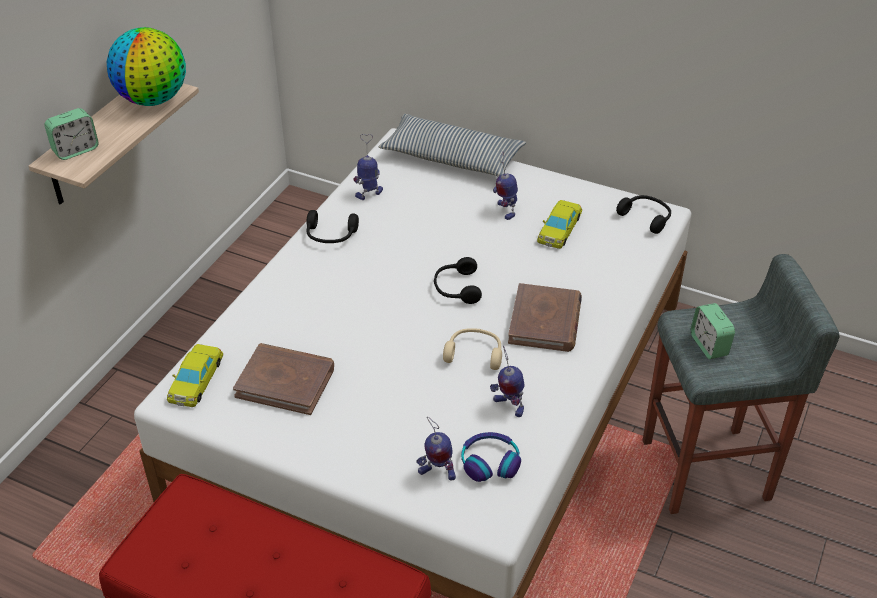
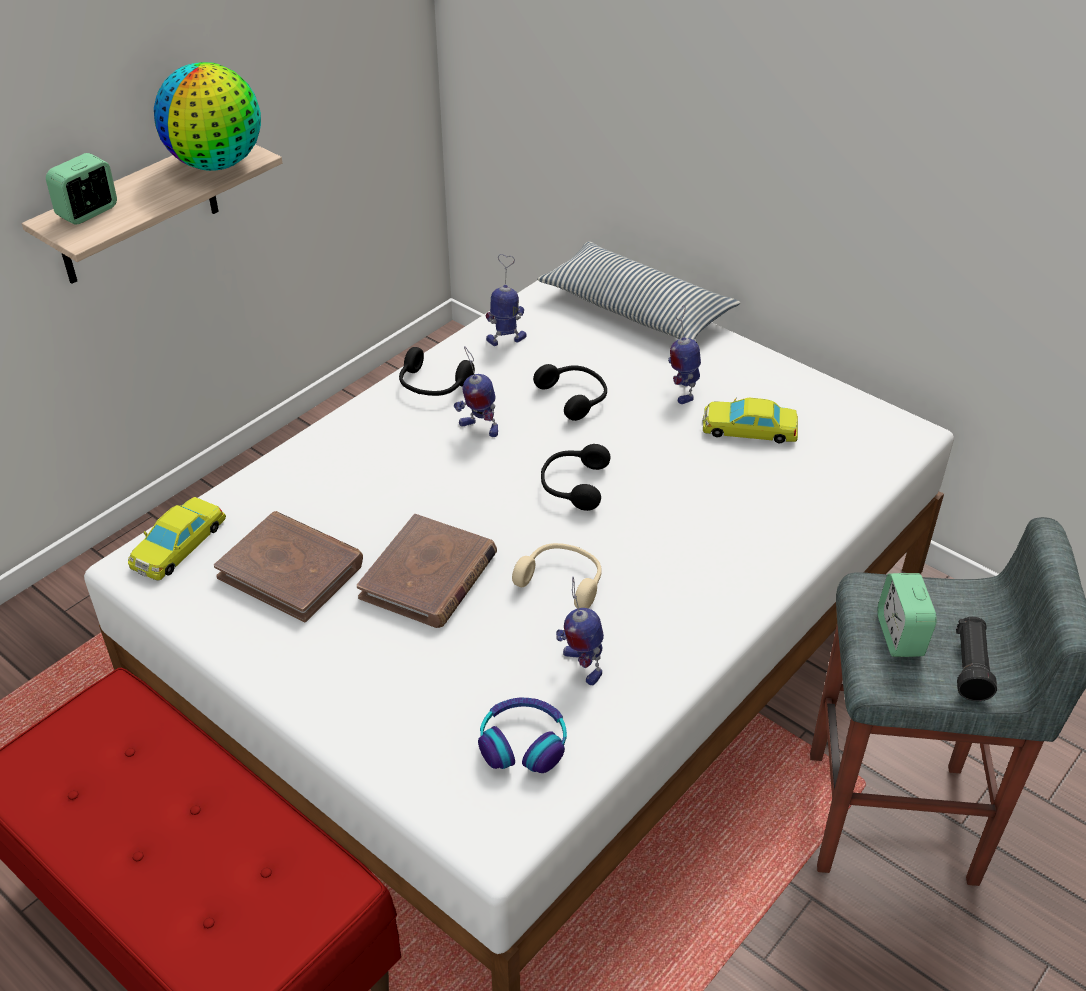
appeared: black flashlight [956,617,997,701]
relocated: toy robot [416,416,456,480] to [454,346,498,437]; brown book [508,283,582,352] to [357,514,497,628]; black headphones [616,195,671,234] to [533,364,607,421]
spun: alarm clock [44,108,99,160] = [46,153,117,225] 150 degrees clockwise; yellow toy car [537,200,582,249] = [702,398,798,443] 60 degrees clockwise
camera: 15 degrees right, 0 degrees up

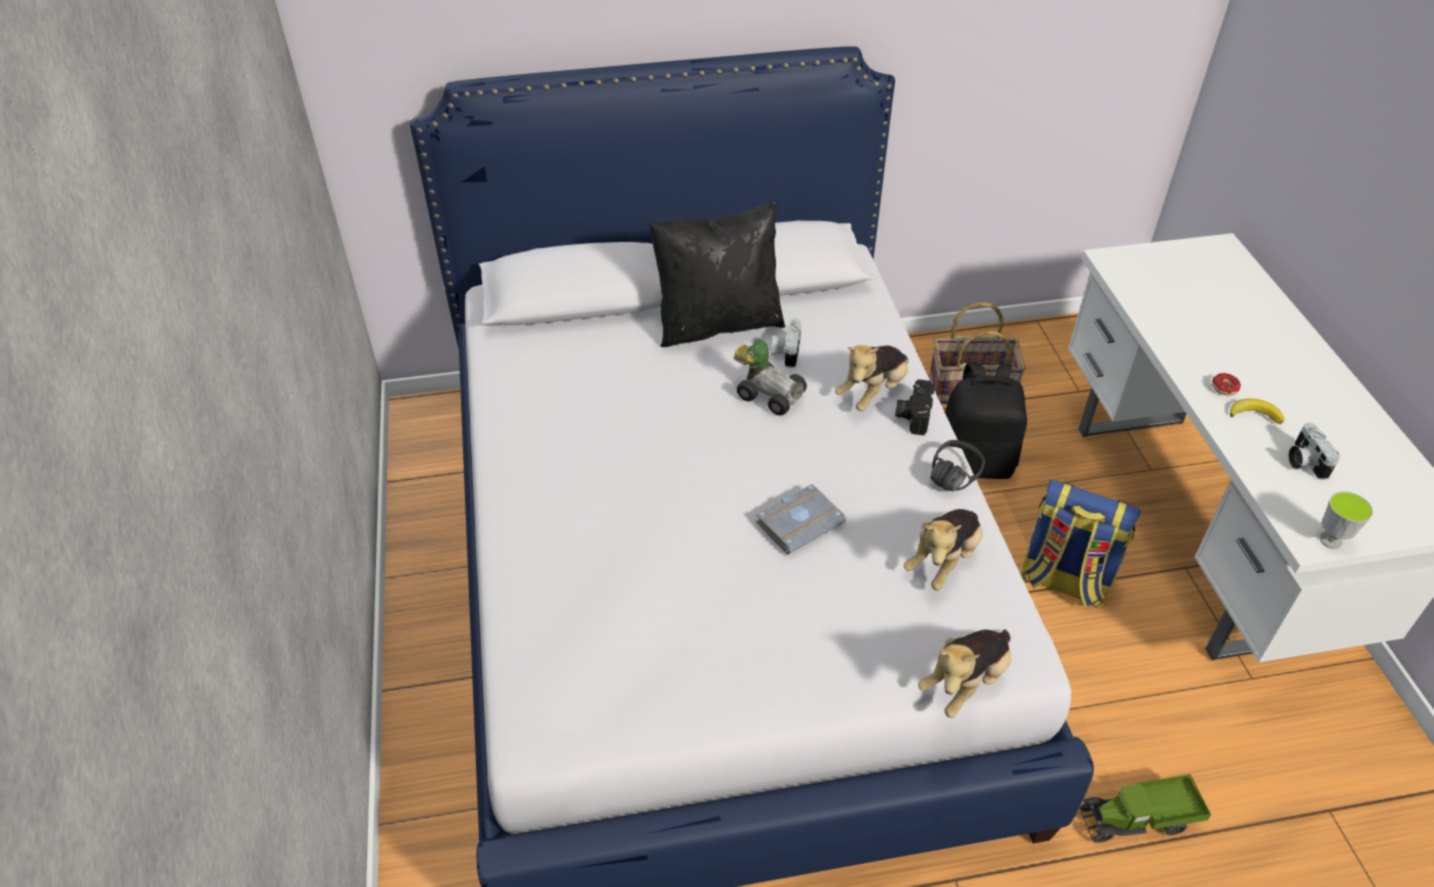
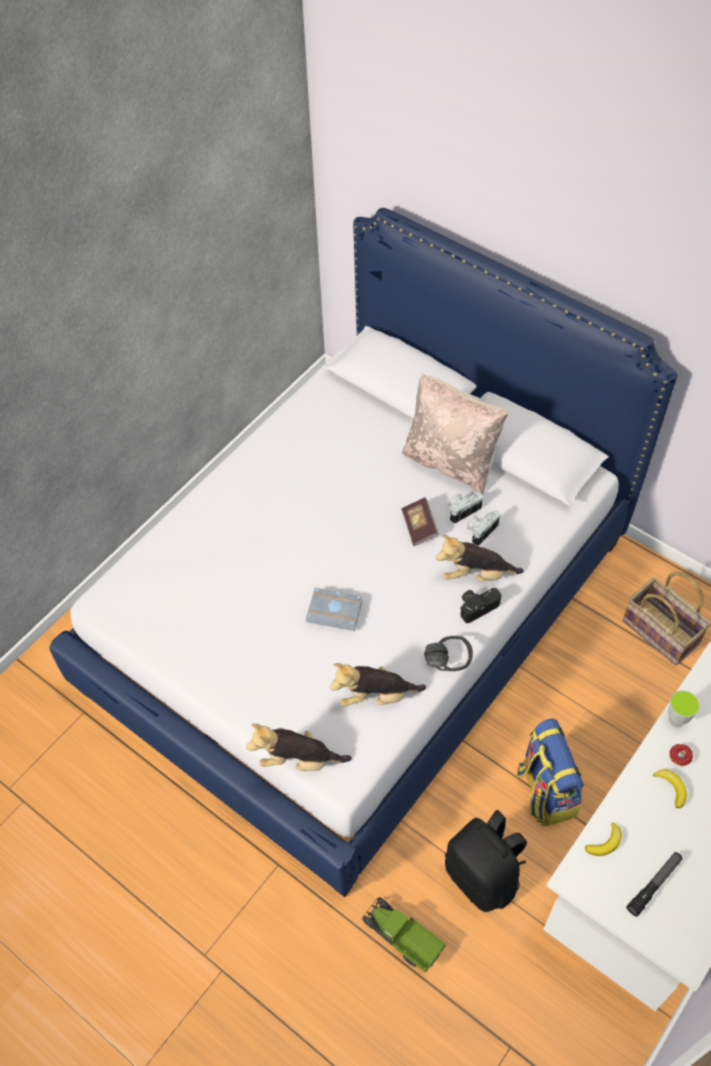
appeared: banana [585,823,622,856]; flashlight [626,852,683,917]
relocated: black backpack [945,363,1027,479] to [445,810,527,912]; photo camera [1288,422,1340,480] to [467,510,500,546]; cup [1320,491,1373,549] to [668,690,700,727]
exchanged: toy car [733,339,807,416] to book [401,497,438,546]
colour: black pillow [649,203,786,347] to beige pillow [402,373,508,495]
camera: 50 degrees right, 10 degrees up

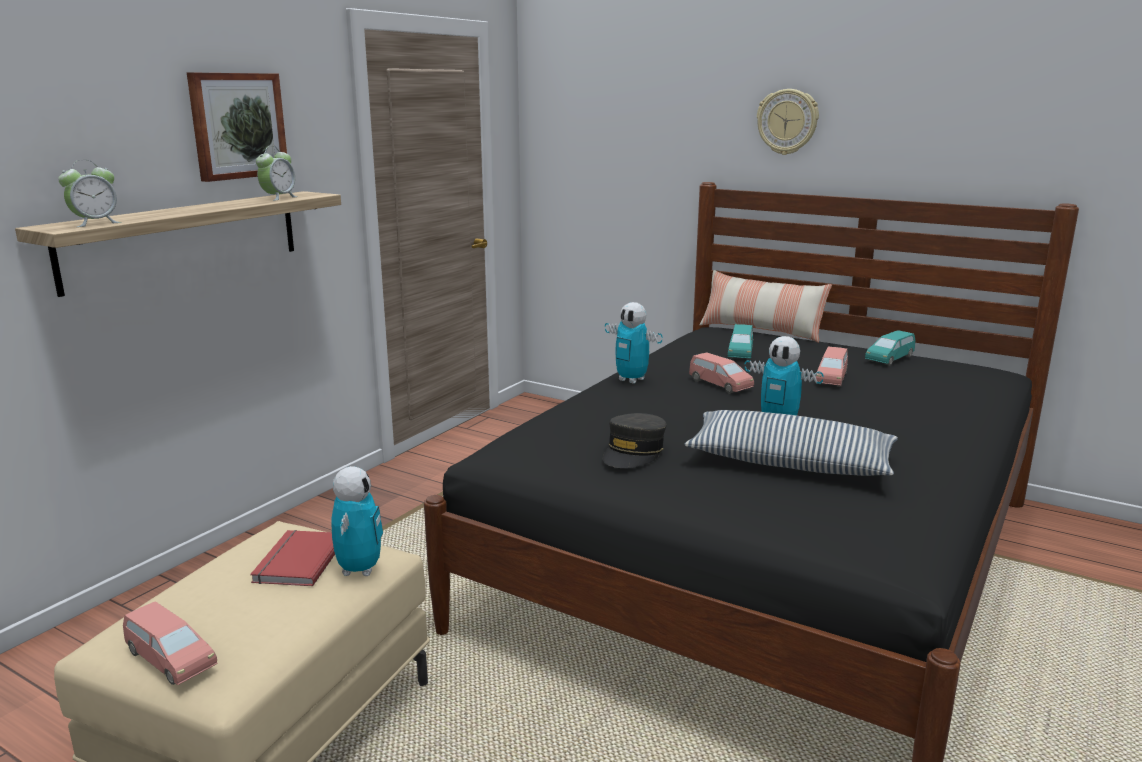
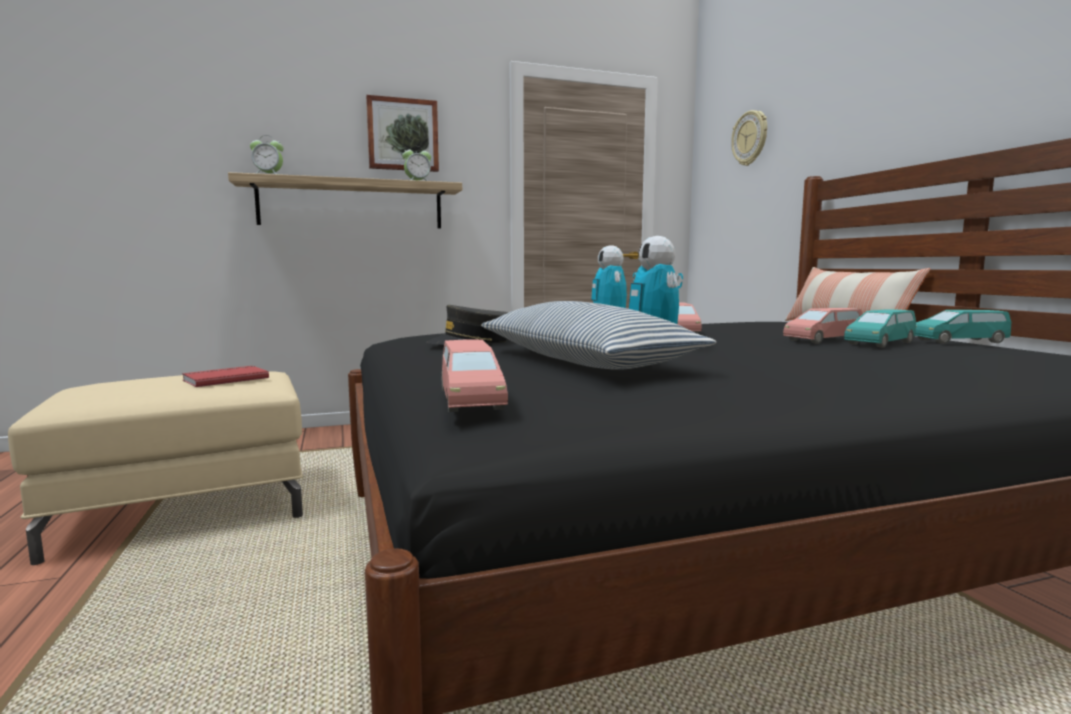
missing: toy robot [331,466,383,576]
relocated: pink toy car [123,601,218,685] to [442,340,508,412]; turquoise toy car [728,324,753,360] to [844,309,916,348]; wall clock [757,89,819,155] to [731,110,767,166]
camera: 40 degrees right, 10 degrees down

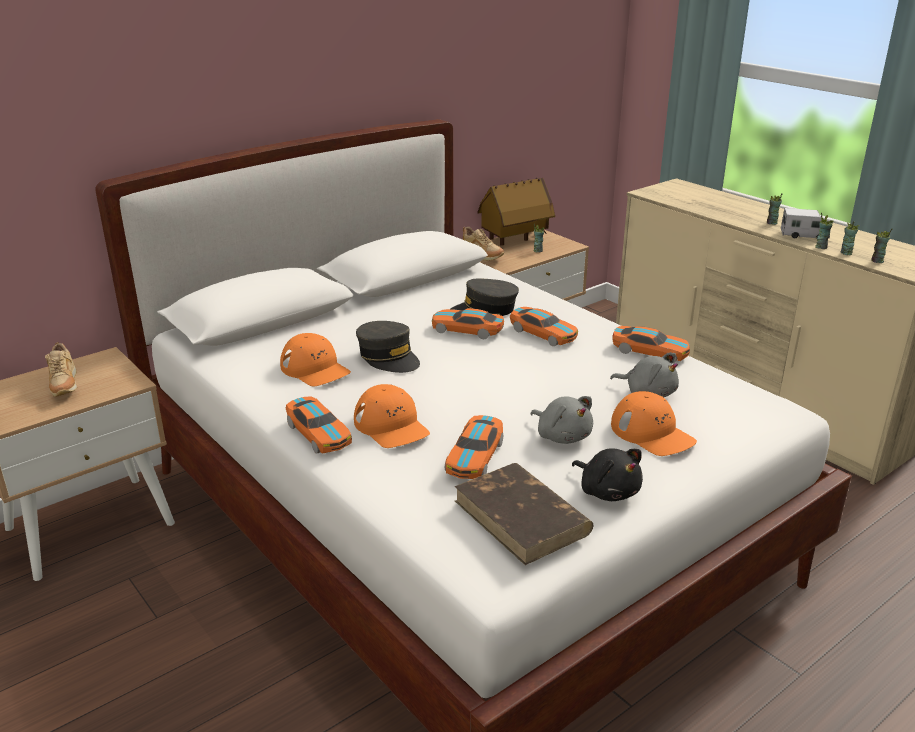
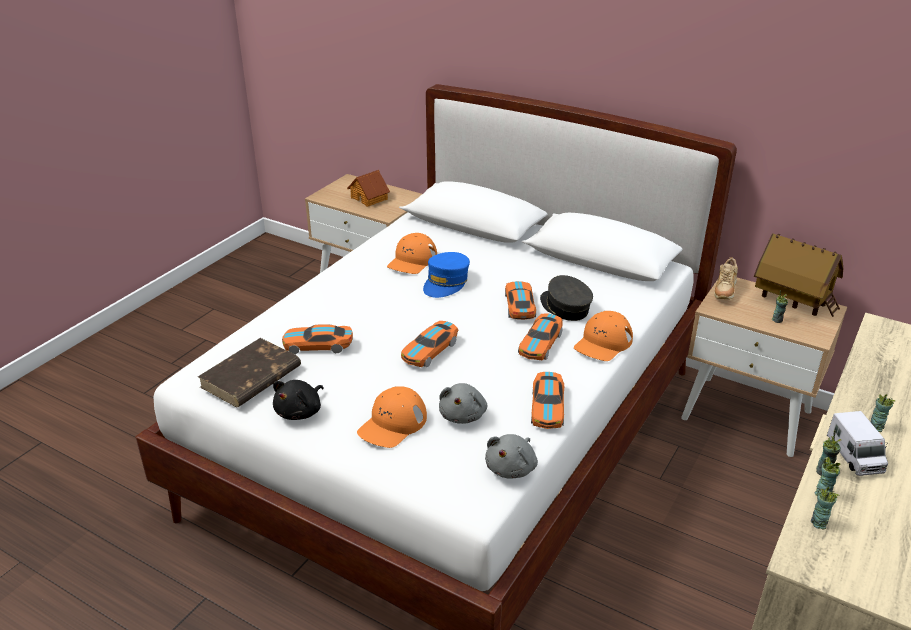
relocated: toy car [286,396,352,454] to [401,321,458,367]; orange cap [354,384,430,448] to [574,311,633,361]; grey plush toy [530,396,593,444] to [485,434,538,479]
exchanged: beige shoe [45,342,77,397] to toy house [347,170,390,207]
colour: grey cap [356,321,420,373] to blue cap [423,252,470,298]
camera: 70 degrees right, 5 degrees up

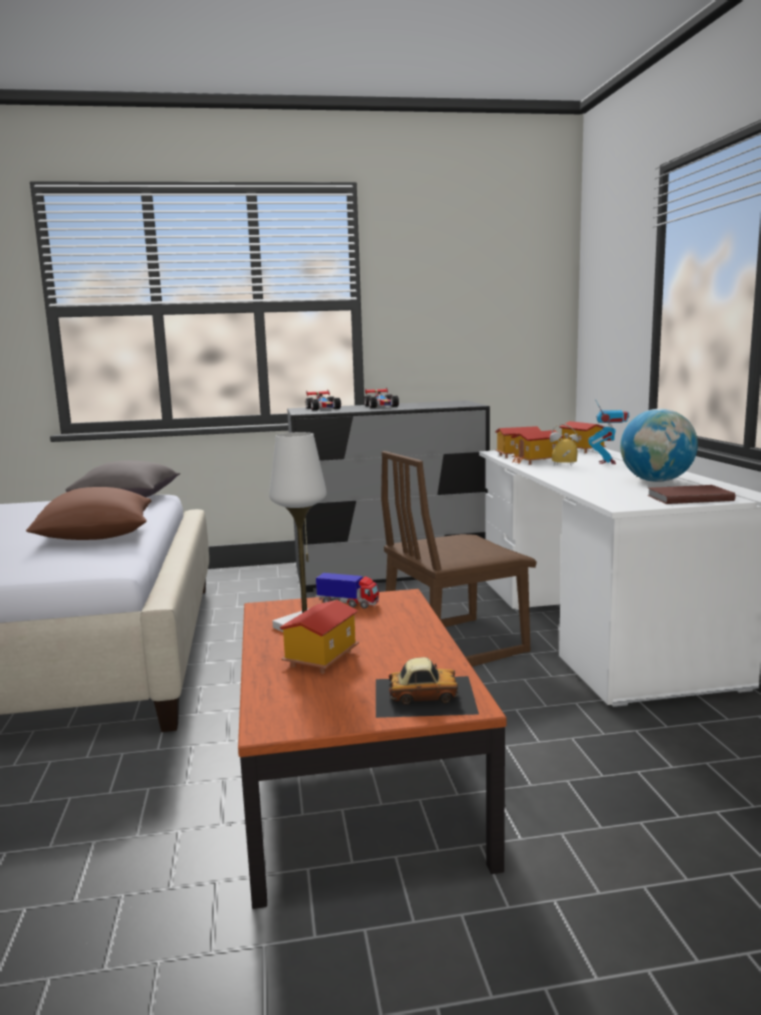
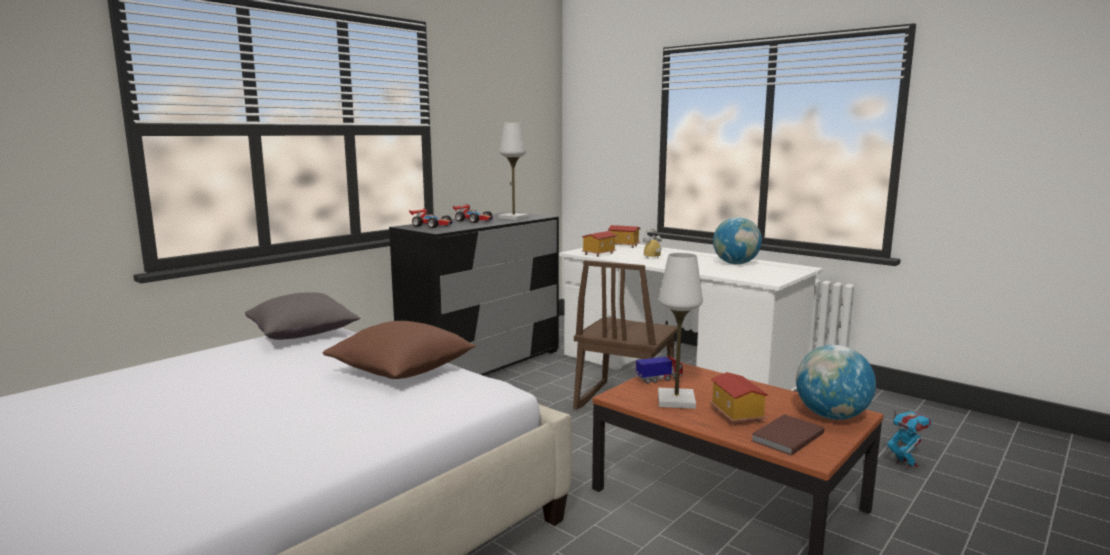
missing: toy house [511,430,563,465]
appeared: white table lamp [498,123,529,220]
relocated: toy robot [588,399,629,464] to [887,404,932,469]; brown book [647,485,735,504] to [751,414,824,456]
exchanged: toy car [376,657,479,718] to globe [796,345,876,420]
camera: 40 degrees left, 0 degrees up

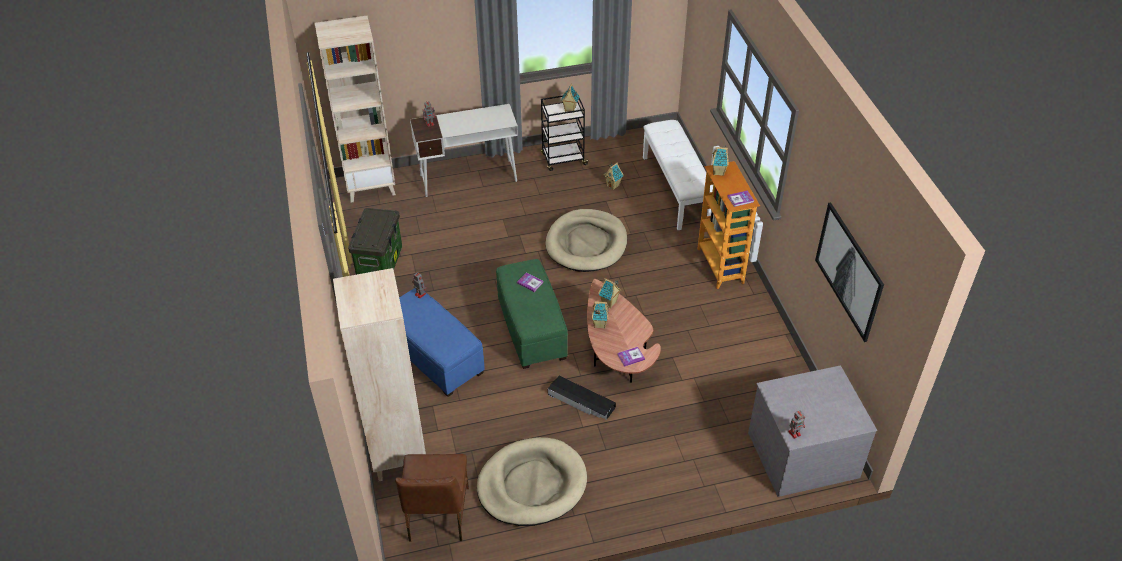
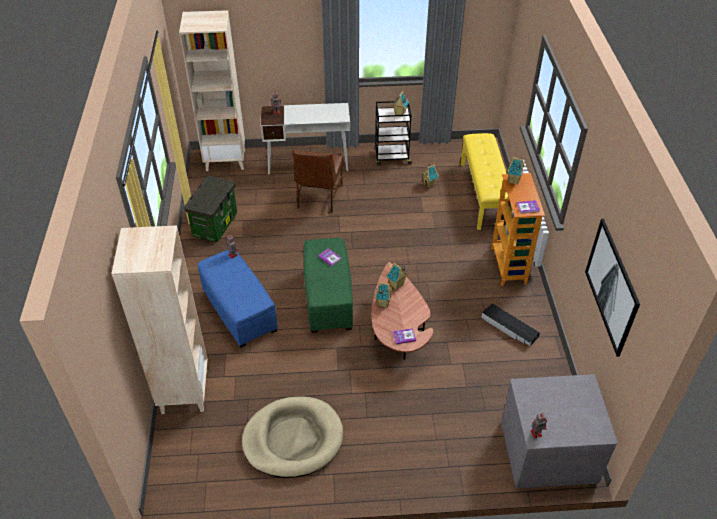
missing: beige dog bed [546,209,627,272]
relocated: brown chair [395,454,469,542] to [293,150,343,213]; black storage box [548,376,616,420] to [481,303,540,346]
colour: white bench [643,120,713,230] to yellow bench [461,133,508,230]
camera: 10 degrees right, 0 degrees up

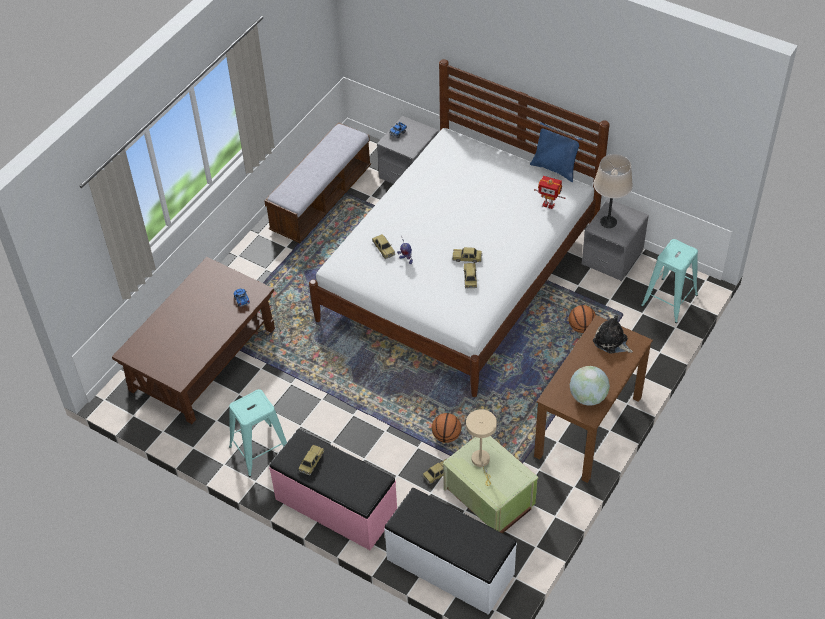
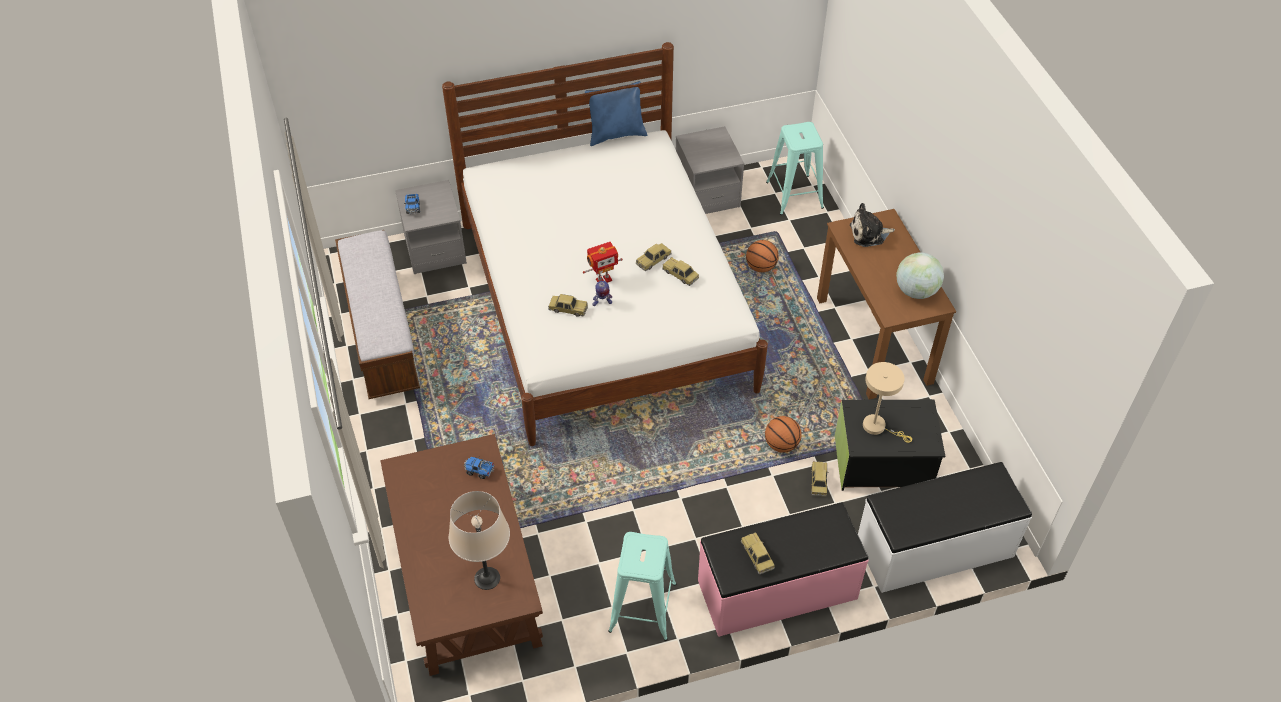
relocated: toy robot [534,176,566,209] to [583,242,623,283]; beige table lamp [594,154,633,228] to [449,491,510,590]
colour: green storage box [443,436,539,533] to black storage box [835,399,945,491]
camera: 50 degrees left, 0 degrees up

